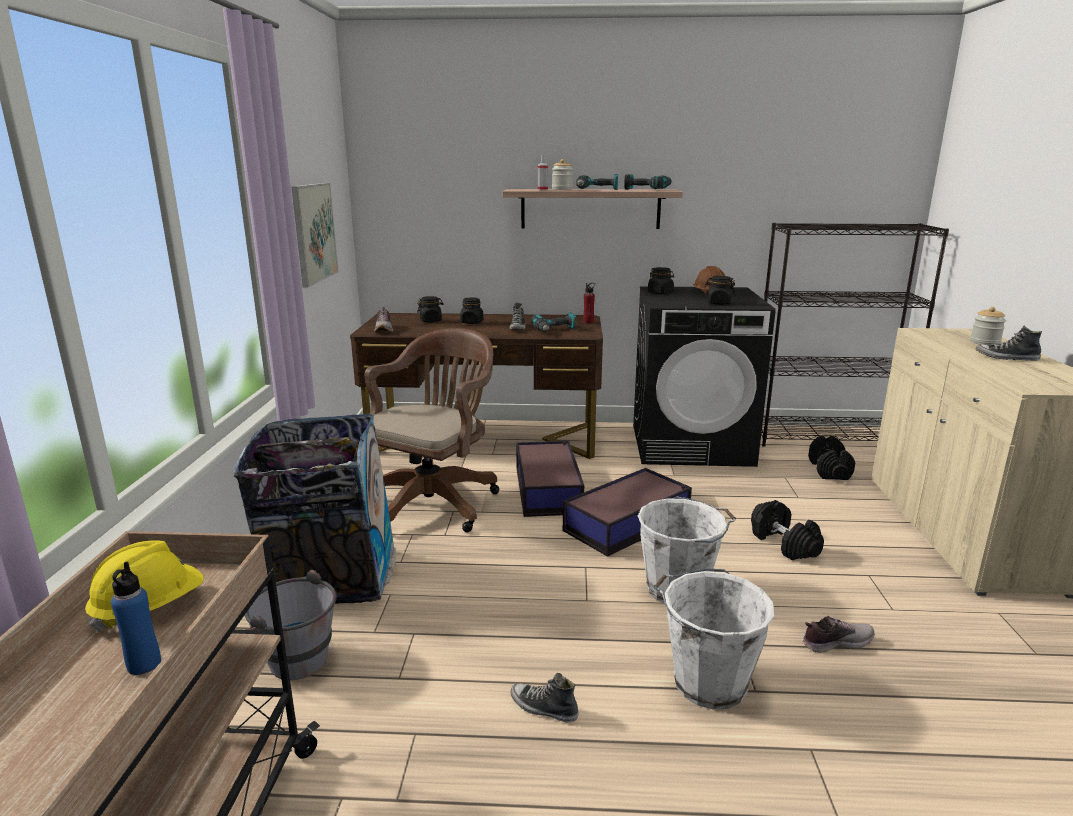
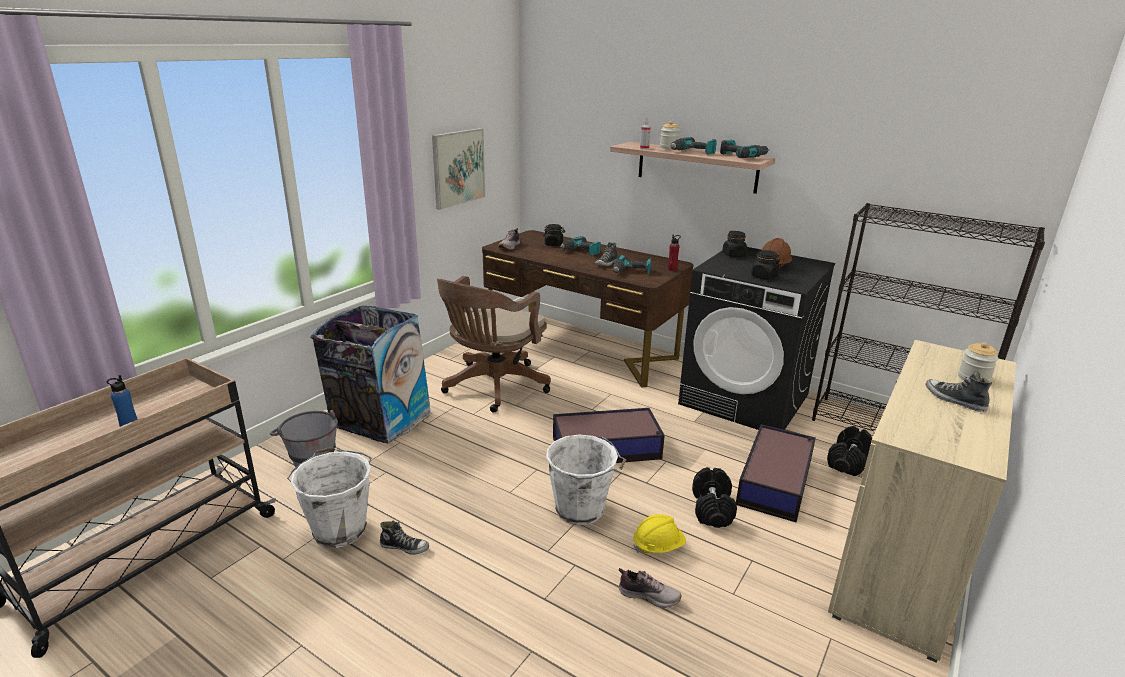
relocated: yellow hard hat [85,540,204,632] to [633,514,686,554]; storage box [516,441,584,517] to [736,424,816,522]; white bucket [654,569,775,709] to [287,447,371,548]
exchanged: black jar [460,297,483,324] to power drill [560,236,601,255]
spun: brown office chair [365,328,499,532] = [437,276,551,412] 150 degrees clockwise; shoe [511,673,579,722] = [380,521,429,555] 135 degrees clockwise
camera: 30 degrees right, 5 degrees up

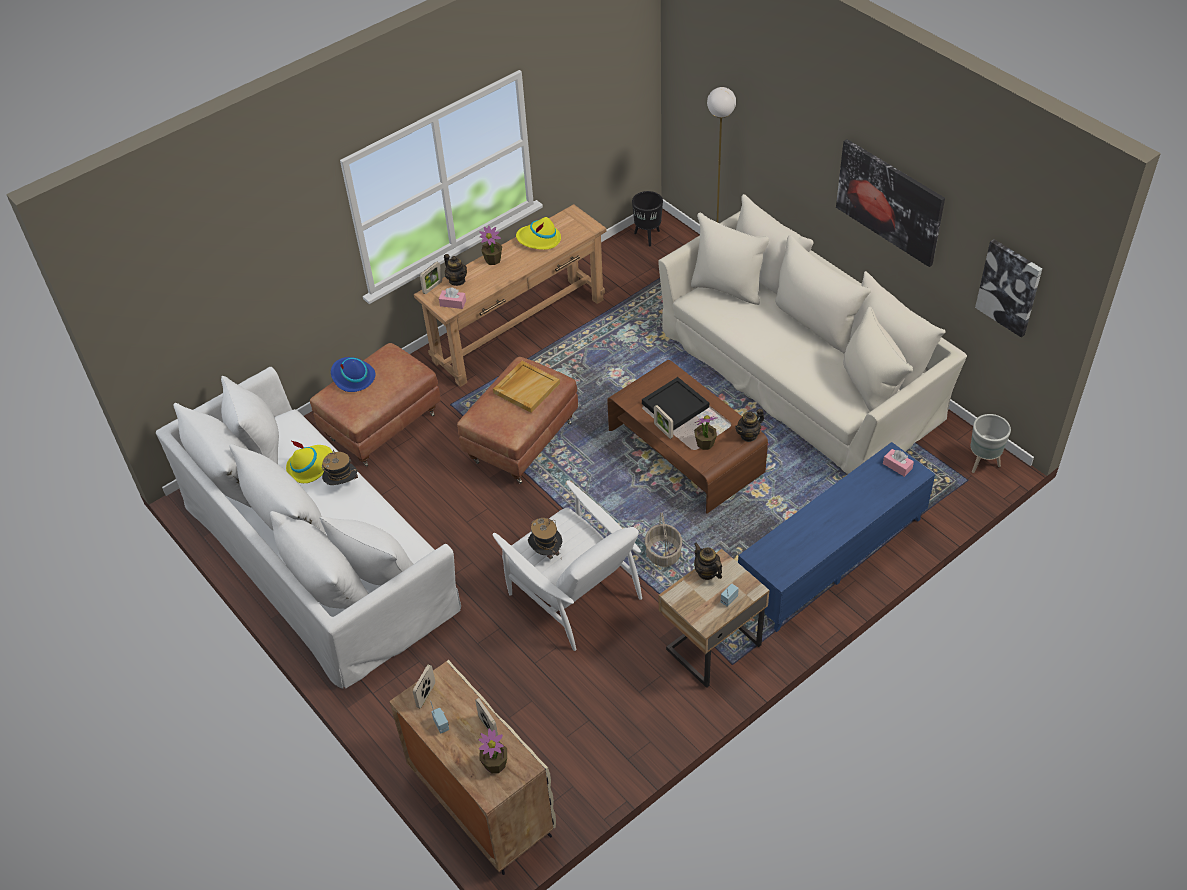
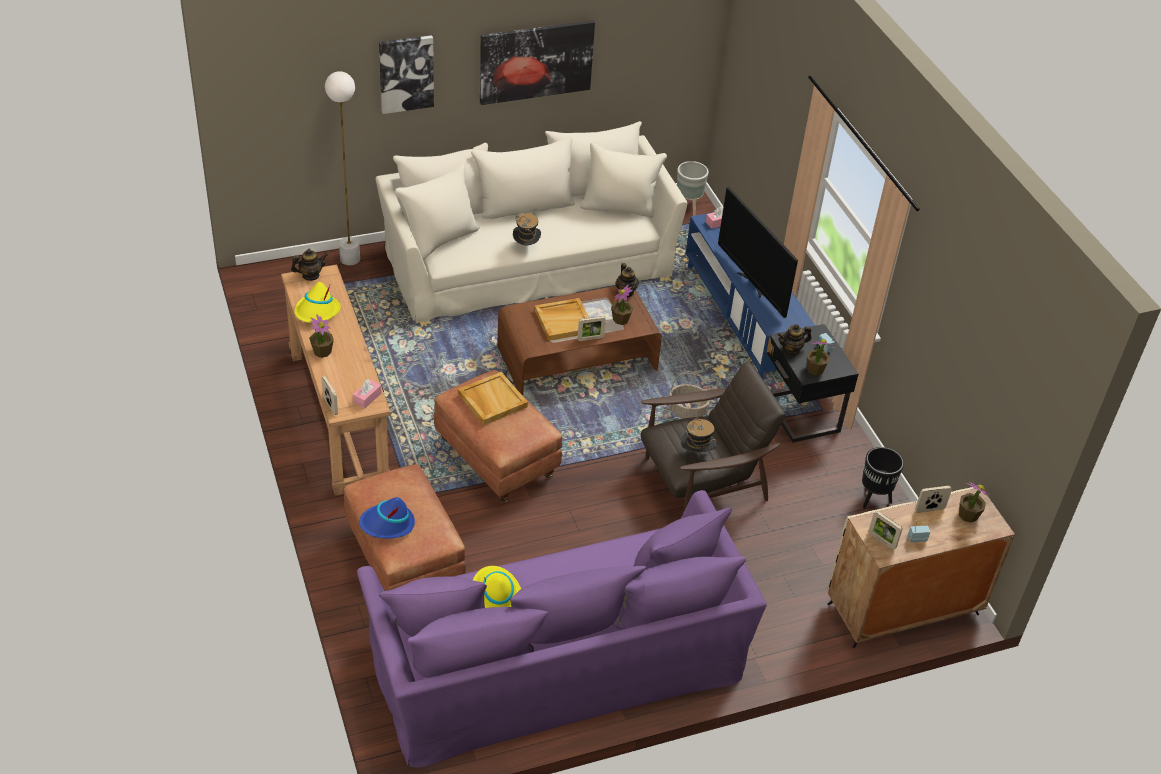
appeared: television [718,187,798,318]; potted plant [807,339,833,375]
relocated: hat [322,449,358,485] to [513,213,541,245]; teapot [444,254,467,286] to [291,249,328,281]; black planter [632,191,663,246] to [862,447,904,509]; picture [975,239,1042,337] to [379,35,434,114]
colour: white sofa [156,367,461,688] to purple sofa [357,490,767,768]; white armchair [493,480,642,651] to brown armchair [641,362,786,513]; black tray [642,377,709,431] to beige tray [535,298,589,341]; beige nightstand [658,549,770,688] to black nightstand [766,324,859,443]
camera: 75 degrees left, 5 degrees down

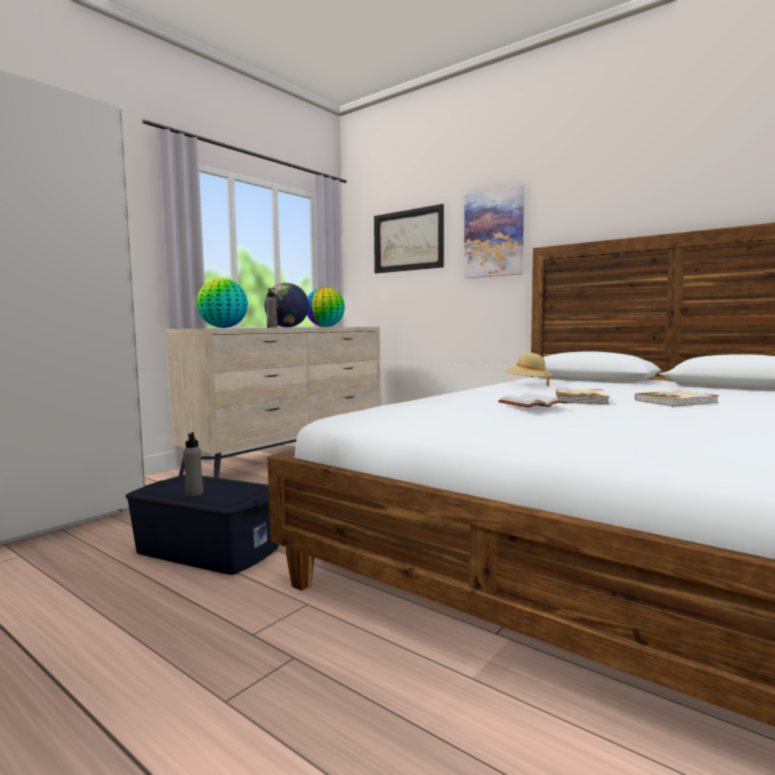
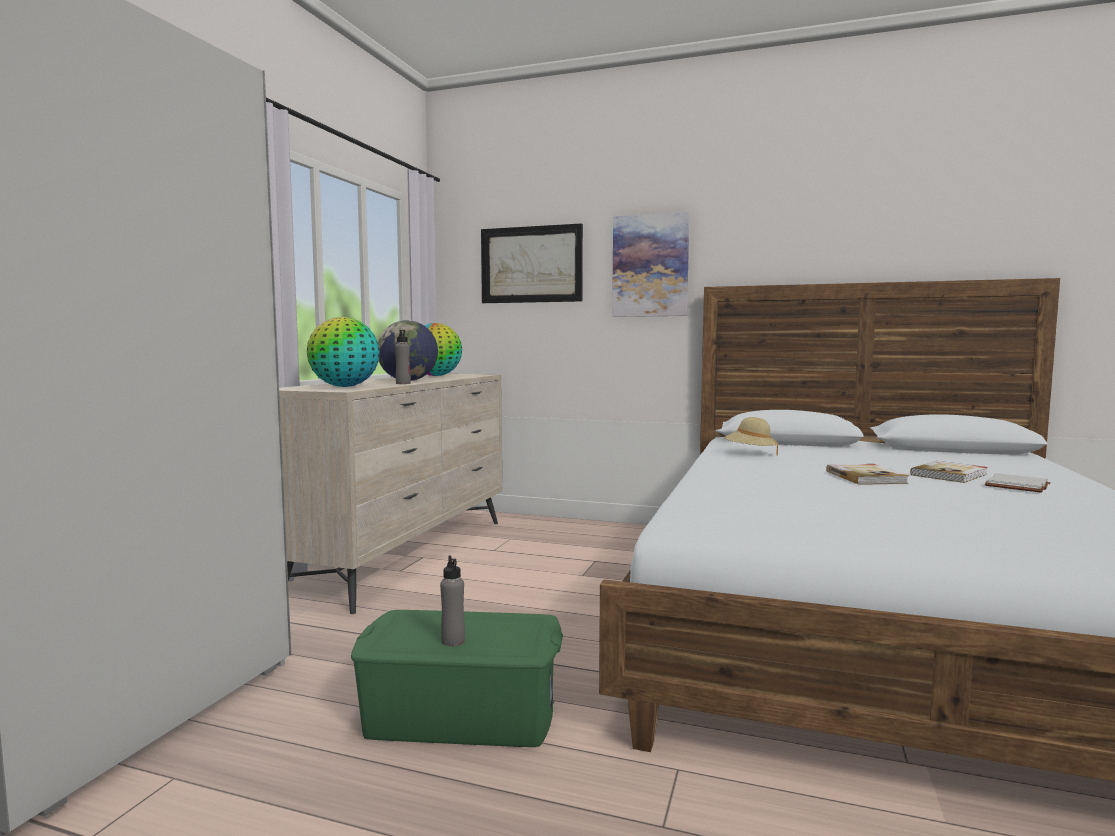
relocated: white book [498,393,568,408] to [985,473,1050,493]
colour: blue storage box [126,475,279,575] to green storage box [351,610,563,747]
camera: 20 degrees left, 0 degrees up

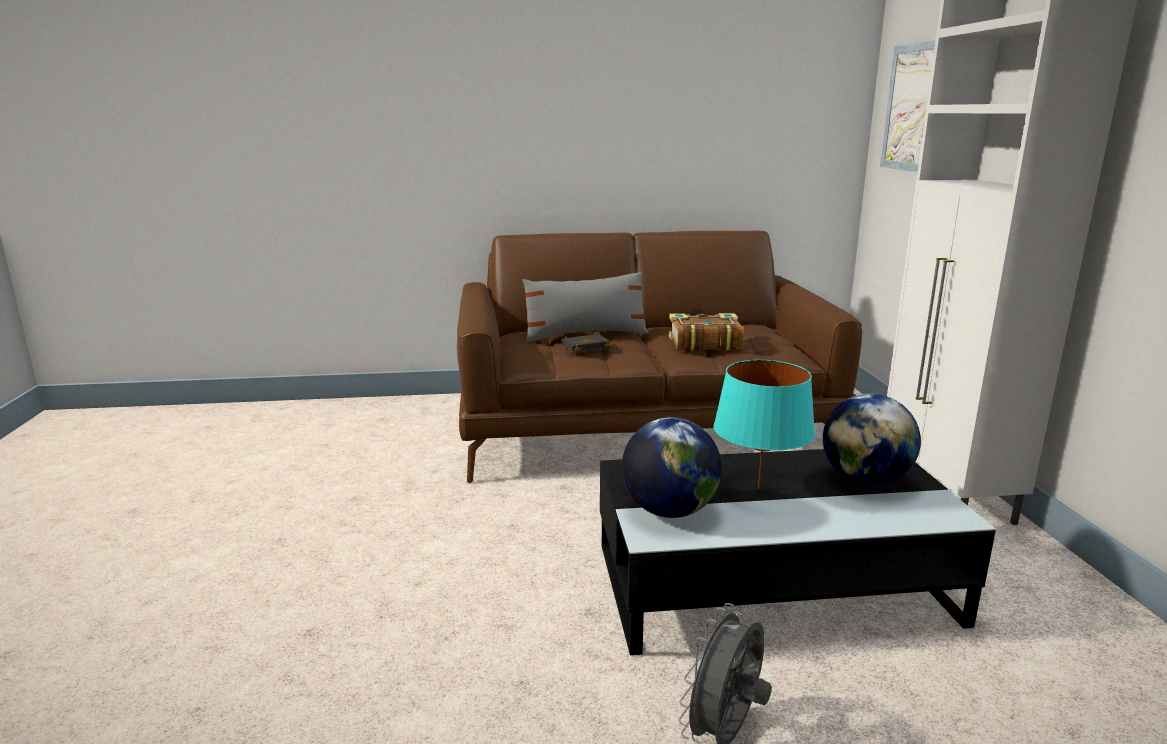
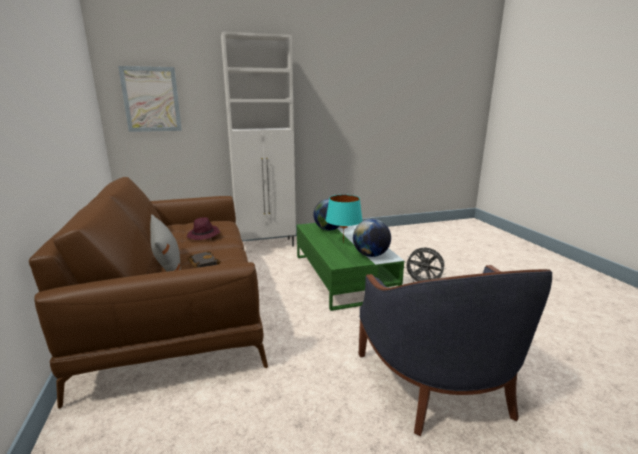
appeared: blue armchair [359,265,552,436]
exchanged: book [669,313,744,352] to purple hat [187,217,221,240]
colour: black coffee table [600,449,996,655] to green coffee table [297,223,404,311]
camera: 100 degrees left, 0 degrees up

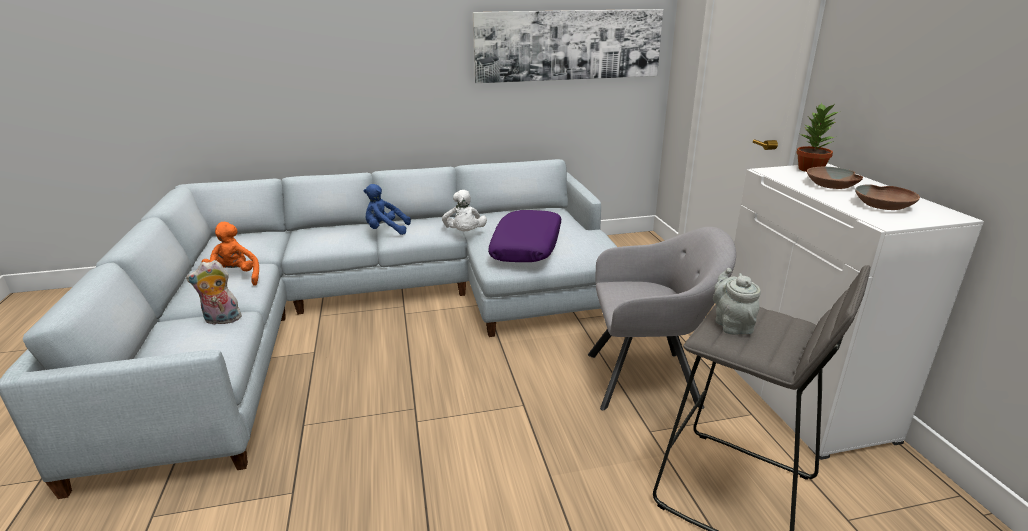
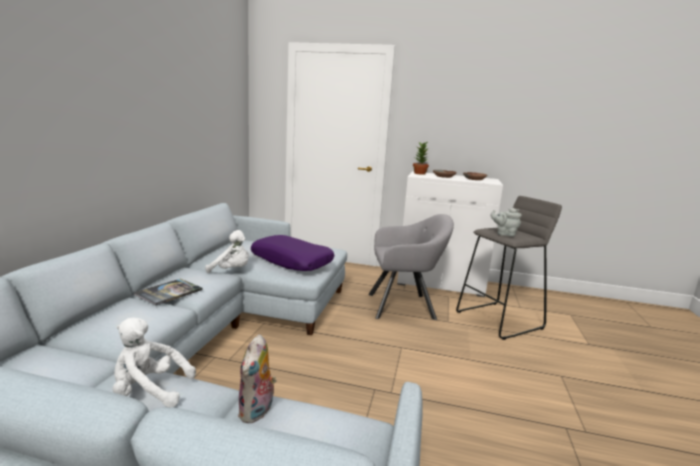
missing: picture [473,9,663,83]
exchanged: blue plush toy [363,184,411,235] to book [133,279,202,306]
colour: orange plush toy [201,222,259,286] to white plush toy [113,317,196,407]
spun: grey armchair [588,227,736,410] = [368,214,454,320] 60 degrees clockwise
camera: 65 degrees left, 10 degrees down

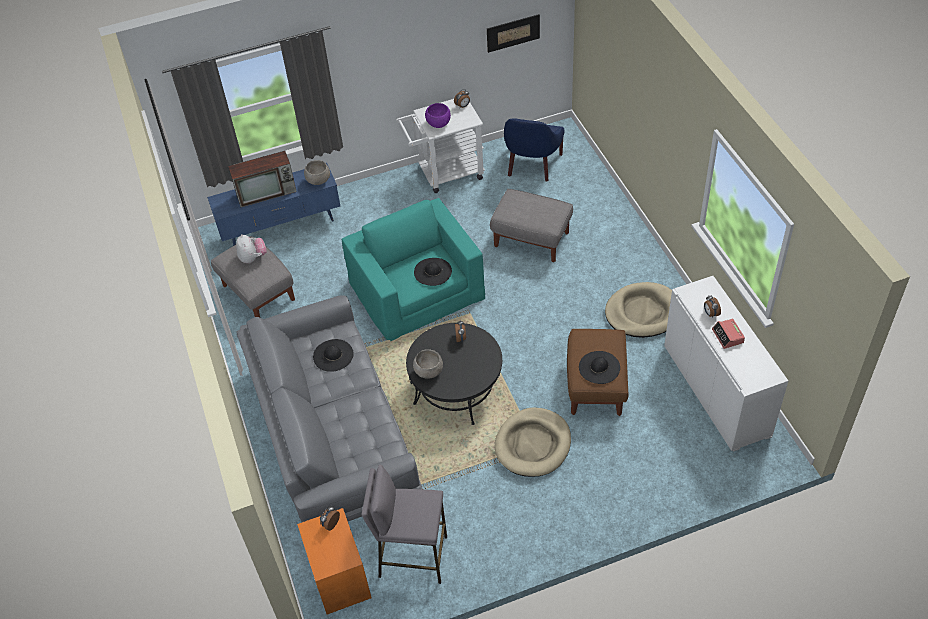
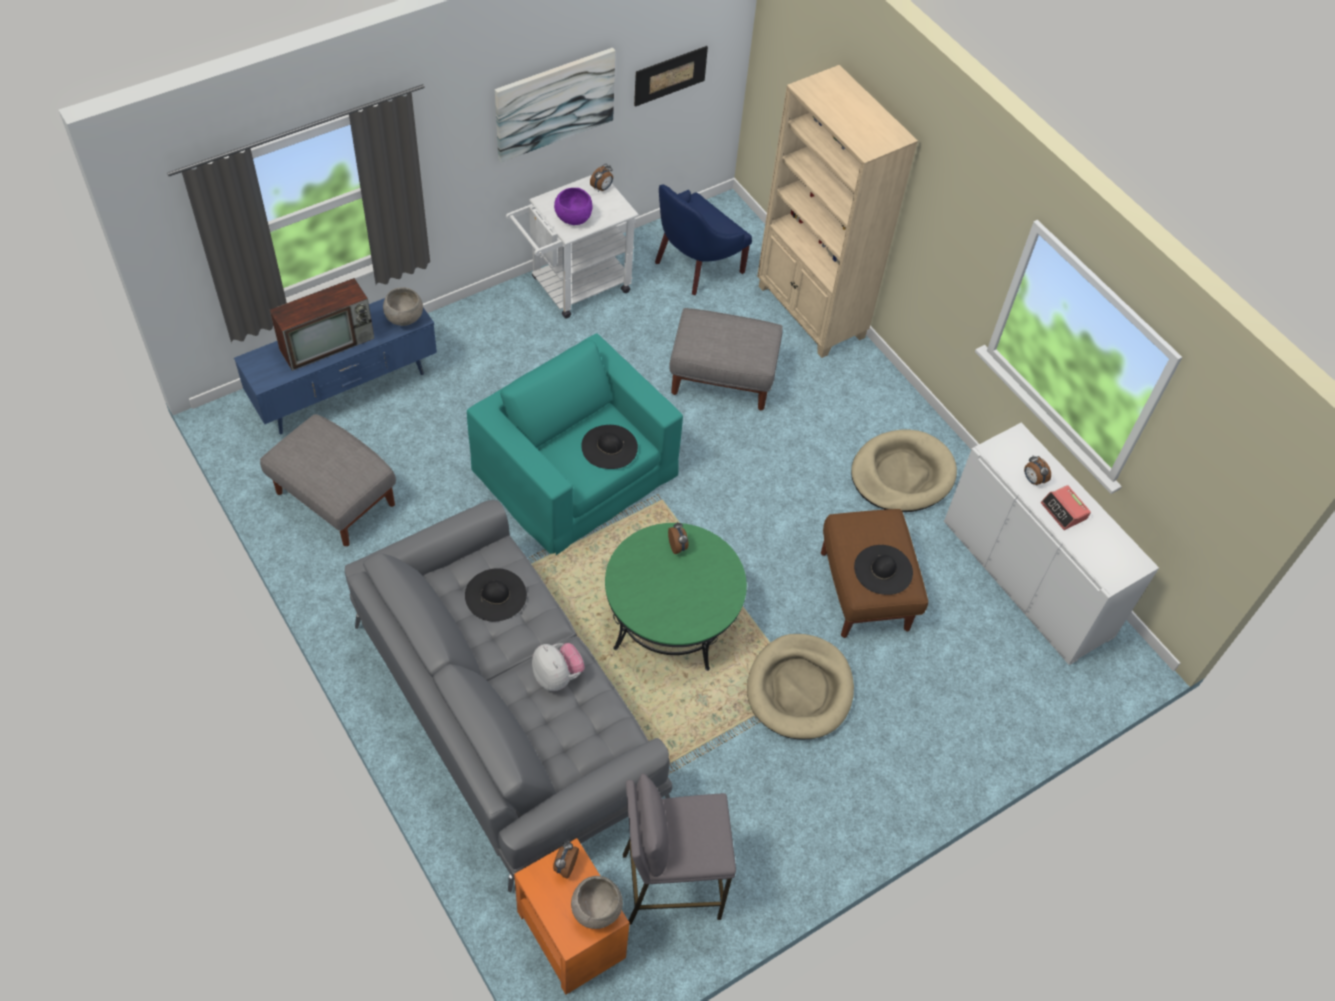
appeared: picture [495,47,615,162]; beige bookcase [757,65,918,358]
relocated: plush toy [236,234,267,263] to [532,643,585,691]; grey bowl [413,349,443,379] to [571,876,623,929]
colour: black coffee table [406,323,502,425] to green coffee table [605,523,747,671]
spun: blue armchair [504,118,565,182] = [655,184,752,295] 45 degrees clockwise
camera: 20 degrees left, 5 degrees up

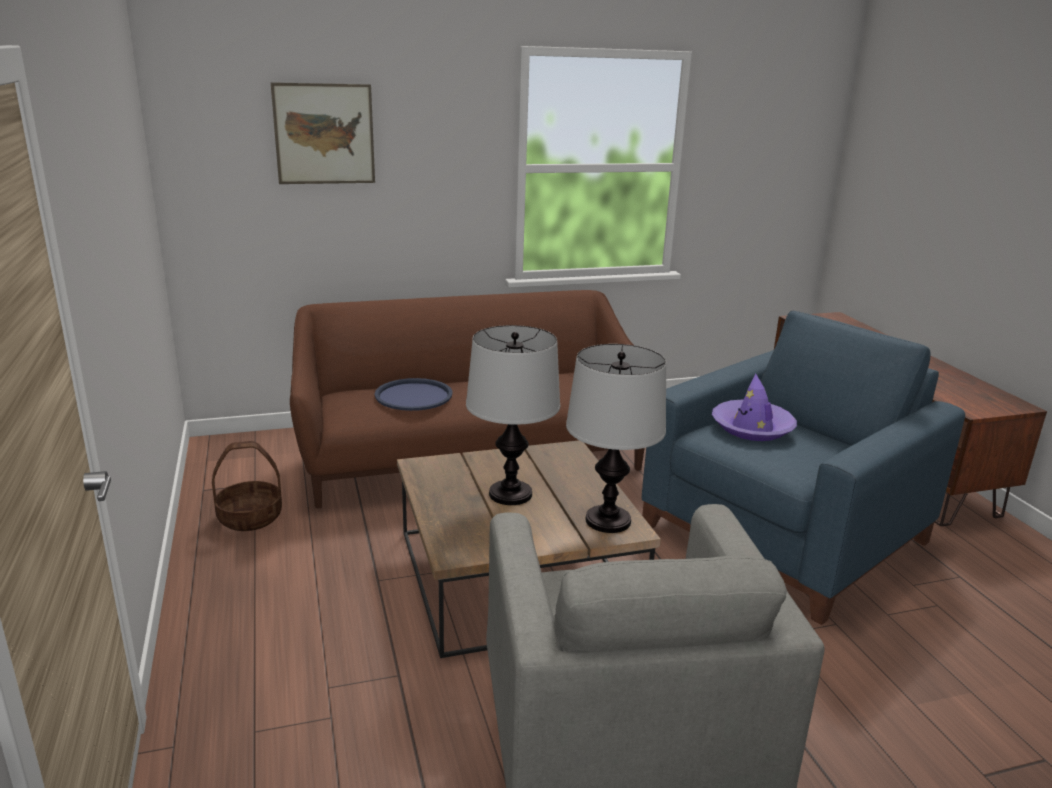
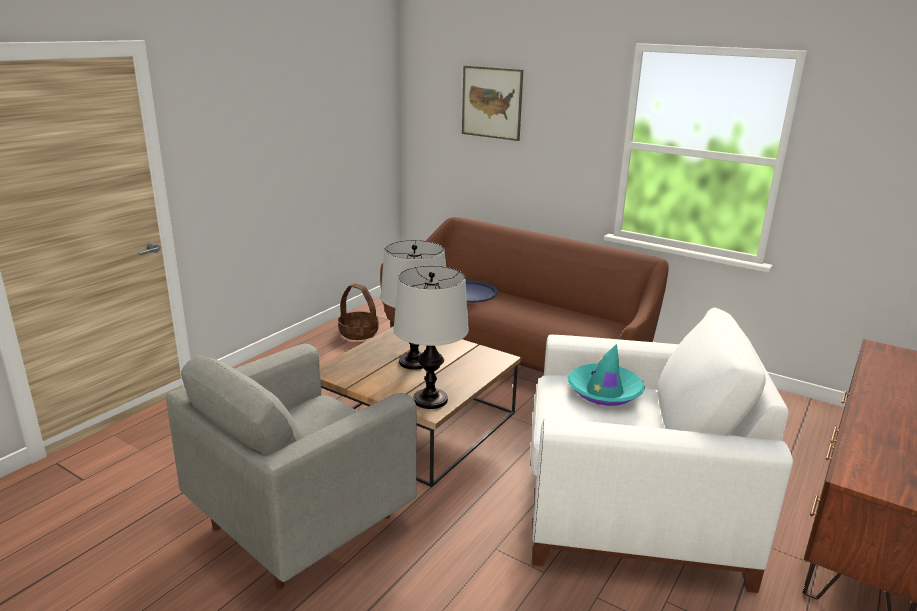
colour: blue armchair [642,311,965,625] to white armchair [531,307,793,593]; purple hat [712,374,797,441] to turquoise hat [568,344,645,406]
camera: 50 degrees right, 0 degrees up

